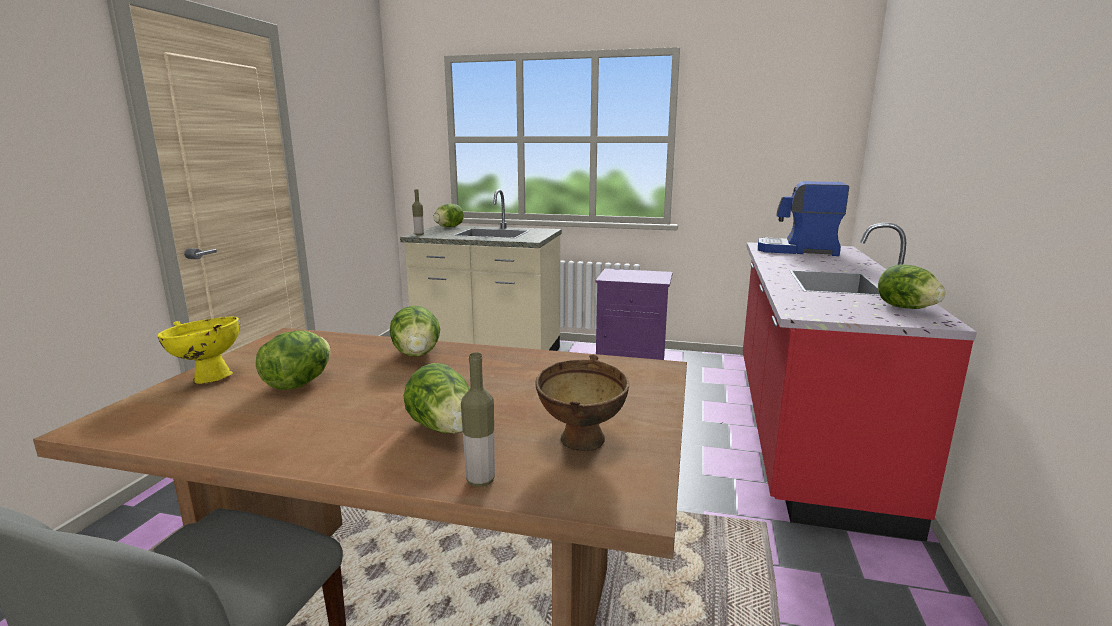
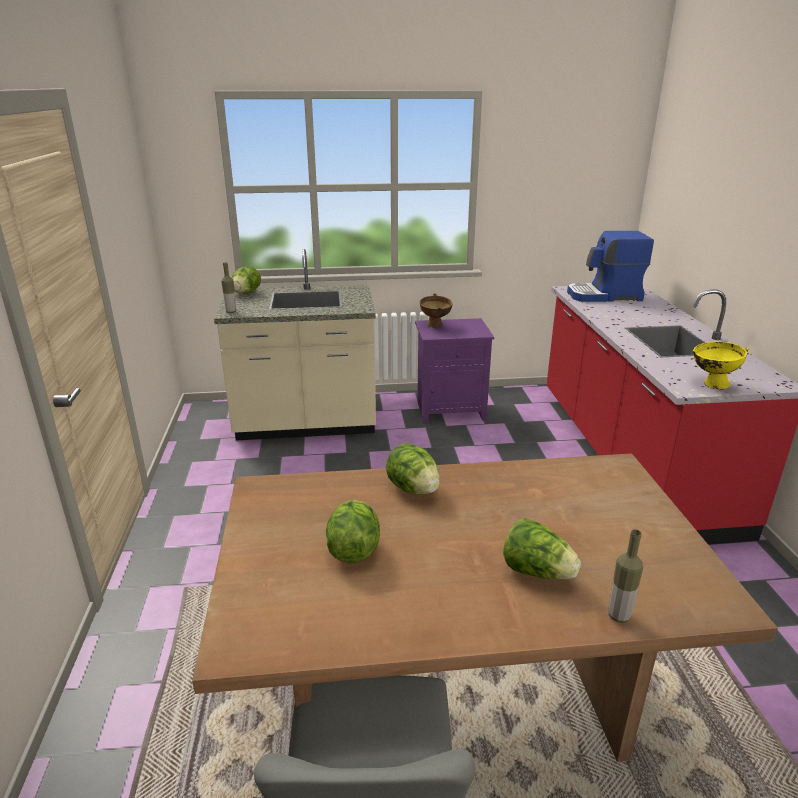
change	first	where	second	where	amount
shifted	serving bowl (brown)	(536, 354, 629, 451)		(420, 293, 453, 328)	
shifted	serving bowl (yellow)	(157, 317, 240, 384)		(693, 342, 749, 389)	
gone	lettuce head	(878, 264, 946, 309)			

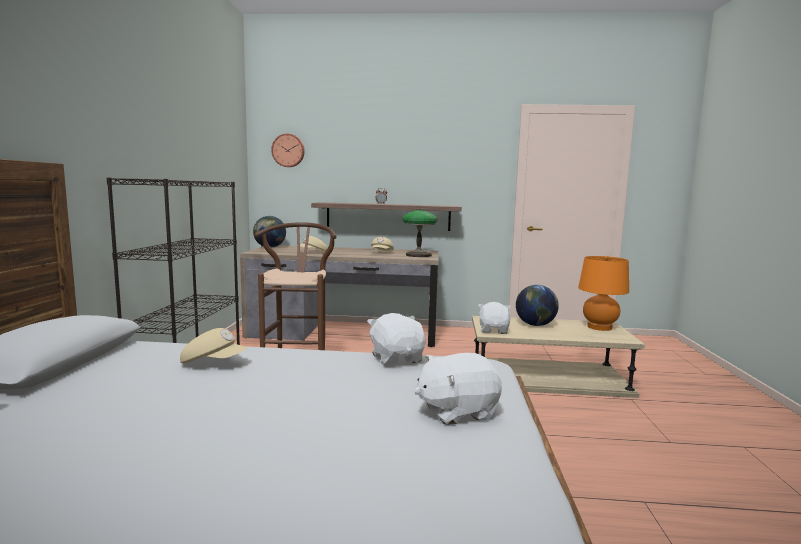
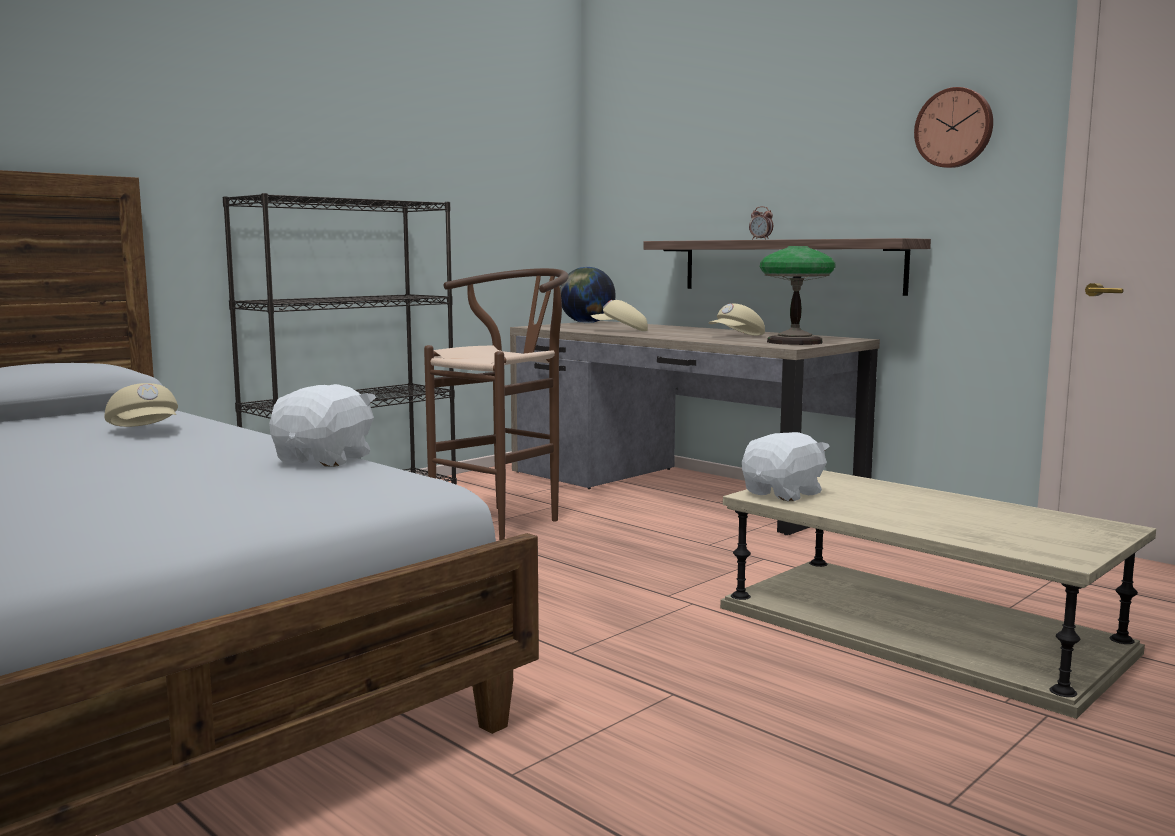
change	first	where	second	where	amount
shifted	wall clock	(271, 134, 305, 167)		(914, 87, 993, 168)	
gone	plush toy (whitish)	(414, 353, 502, 425)			
gone	world globe	(516, 285, 559, 326)			
gone	tabletop lamp (orange-coloured)	(578, 256, 629, 331)			

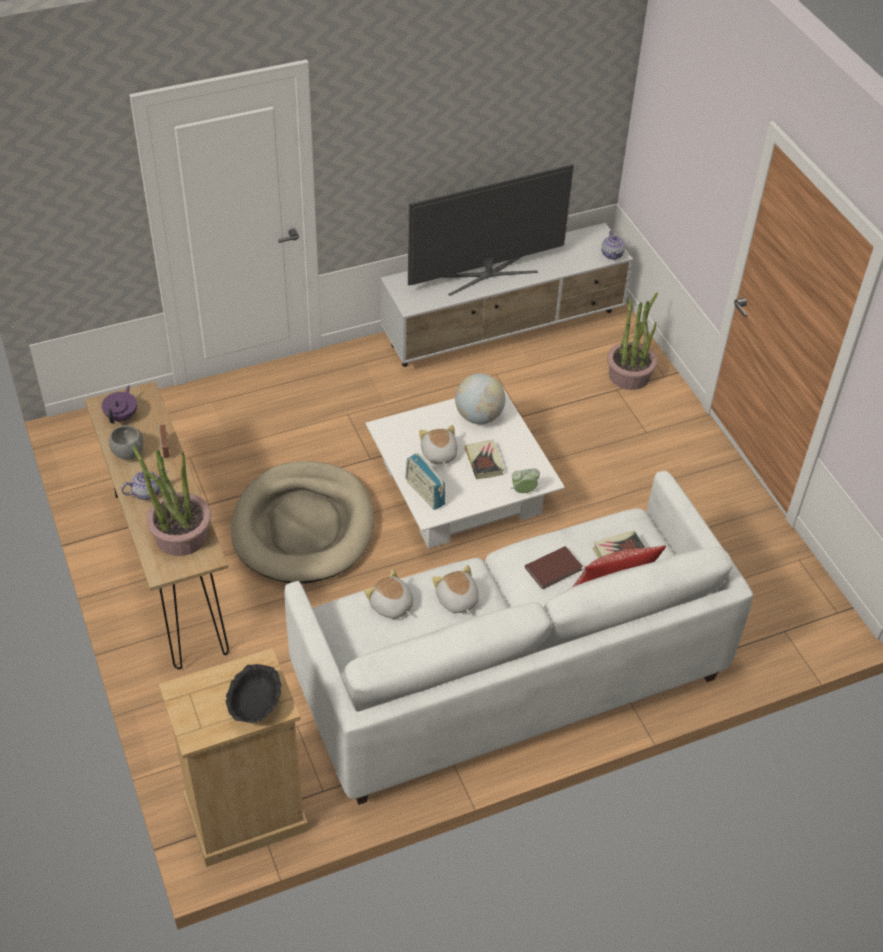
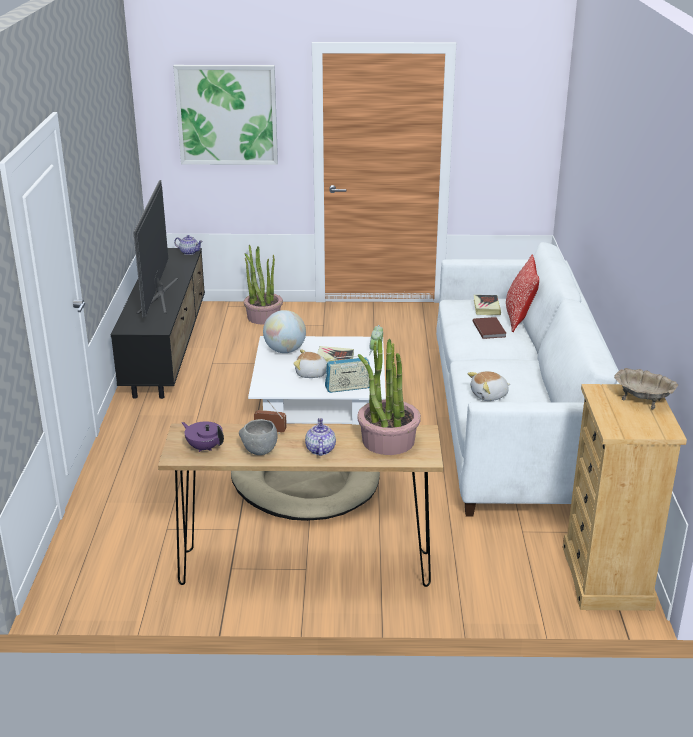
change	first	where	second	where	amount
repainted	media console (whitish)	(381, 223, 633, 367)	media console (black-coloured)	(111, 248, 205, 399)	
new			wall picture	(173, 65, 278, 165)	
repainted	serving bowl (black-coloured)	(226, 664, 282, 723)	serving bowl (beige-coloured)	(614, 368, 678, 409)	
gone	plush toy	(432, 565, 479, 615)			

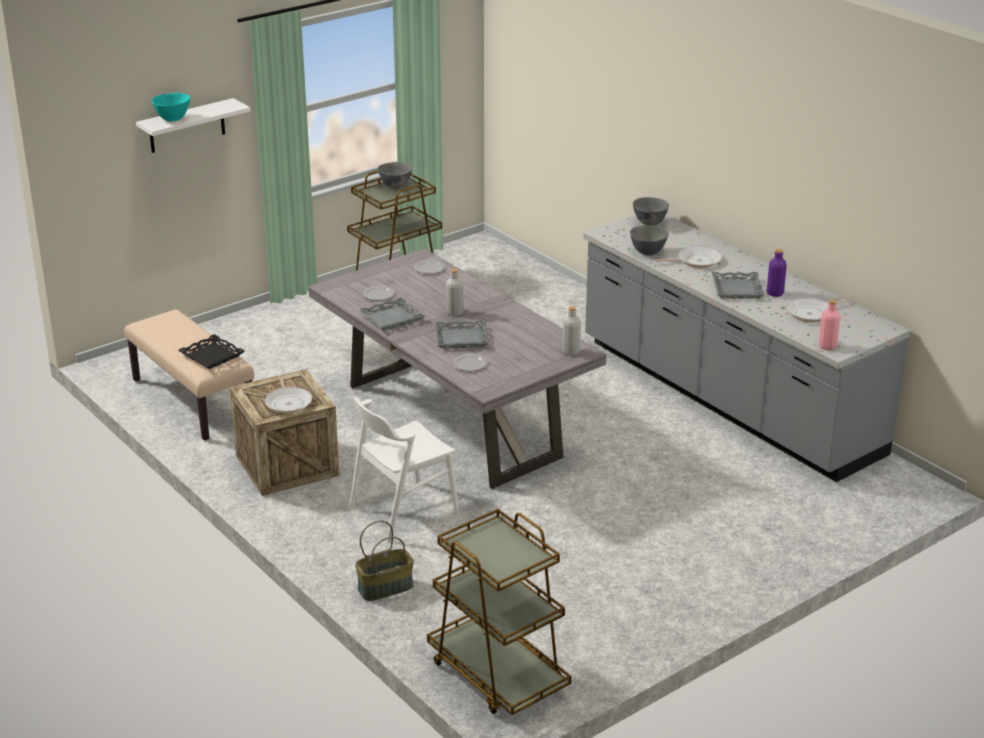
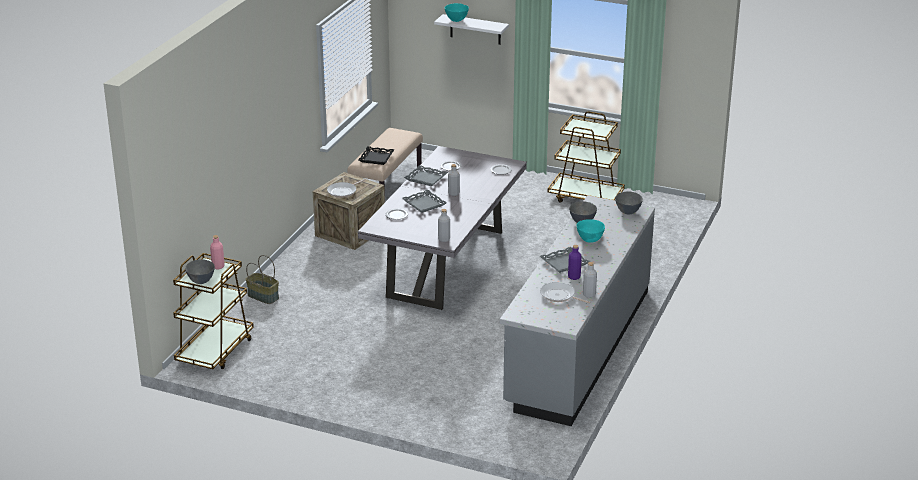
change	first	where	second	where	amount
shifted	serving bowl (greyish)	(378, 162, 412, 189)		(185, 259, 215, 284)	
shifted	beverage bottle (pinkish)	(818, 300, 840, 350)		(210, 235, 225, 269)	
swapped	frying pan	(655, 246, 722, 268)	serving bowl (turquoise-coloured)	(577, 219, 605, 243)	
new			beverage bottle (greyish)	(583, 262, 597, 298)	
gone	plain chair (whitish)	(349, 397, 459, 542)			

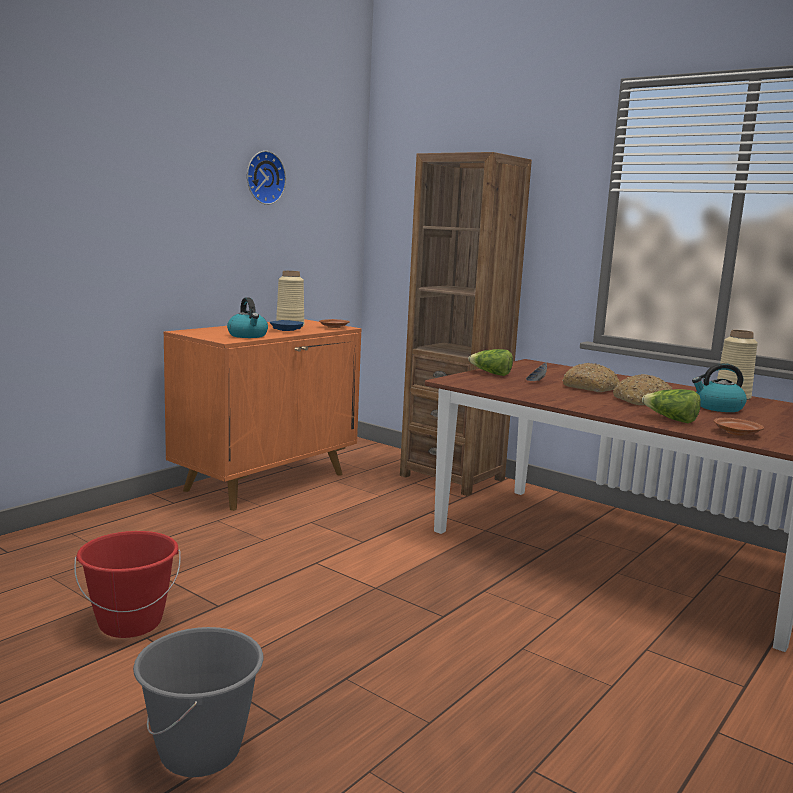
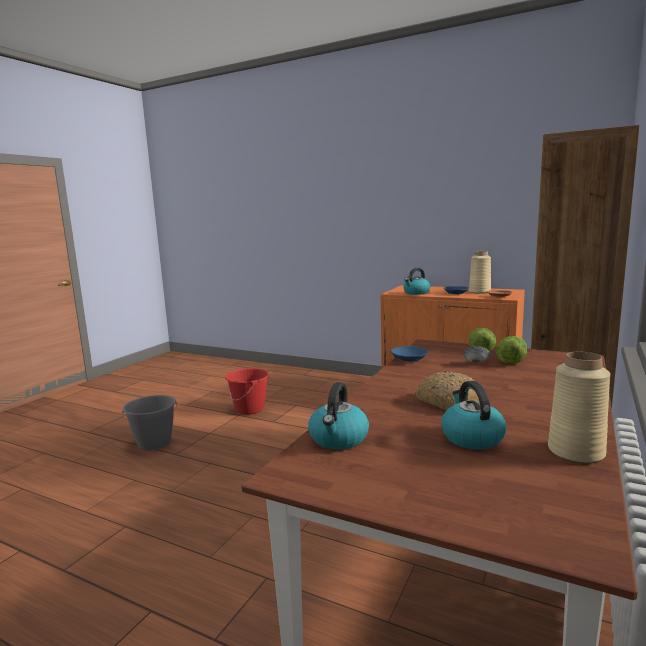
change	first	where	second	where	amount
swapped	flat dish (brown)	(714, 418, 764, 436)	kettle	(308, 382, 369, 449)	
new			serving bowl (blue-coloured)	(391, 346, 428, 362)	
shifted	lettuce head	(642, 389, 701, 423)		(496, 336, 527, 364)	
gone	wall clock	(247, 151, 286, 205)			
gone	baked bread	(562, 363, 620, 392)			

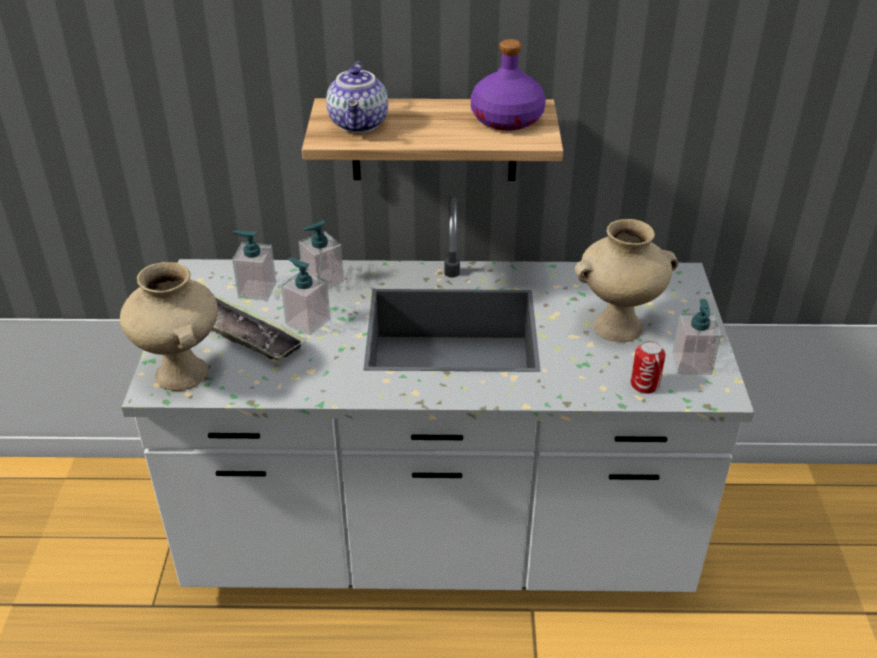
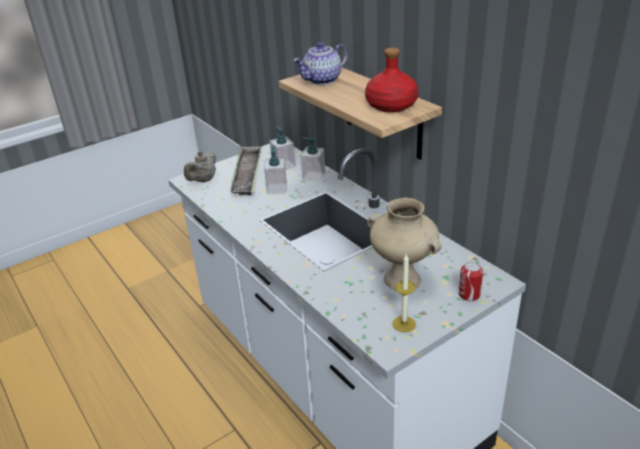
change	first	where	second	where	amount
swapped	vase (beige-coloured)	(120, 262, 218, 391)	teapot (beige-coloured)	(184, 151, 216, 183)	
repainted	beverage bottle (purple)	(471, 39, 546, 131)	beverage bottle (red)	(365, 48, 419, 112)	
swapped	liquid soap bottle	(672, 299, 721, 375)	wax candle	(392, 253, 416, 332)	
shifted	can	(631, 341, 666, 394)		(459, 262, 483, 301)	

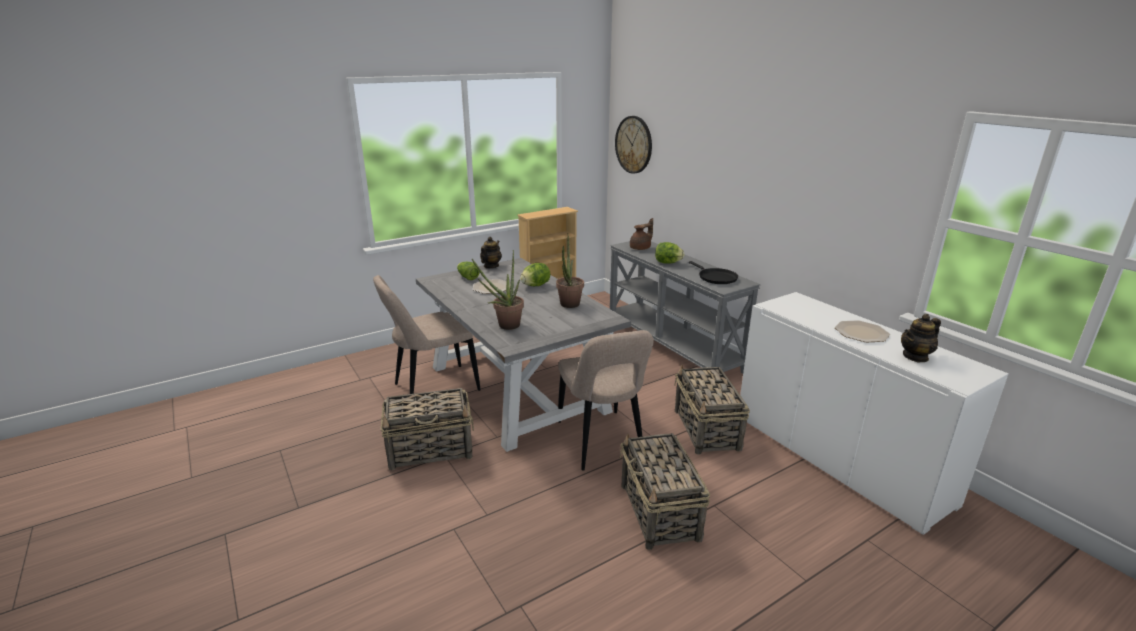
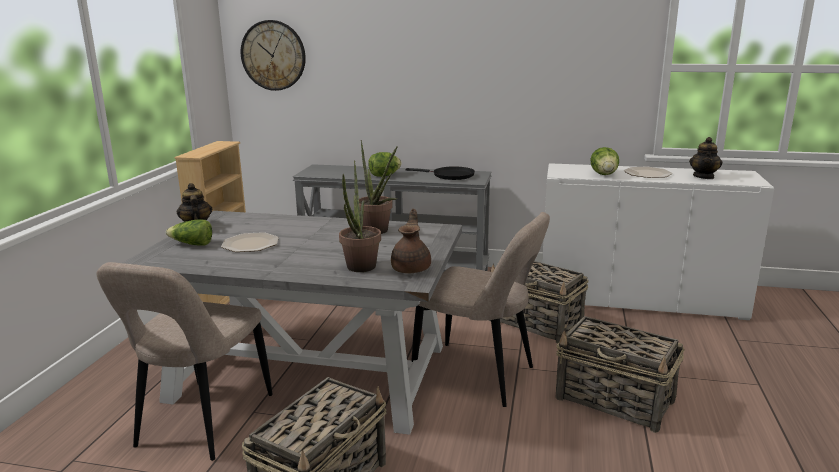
change	first	where	second	where	amount
shifted	teapot (brown)	(630, 218, 653, 250)		(391, 209, 431, 273)	
shifted	lettuce head	(520, 263, 551, 286)		(590, 147, 619, 175)	

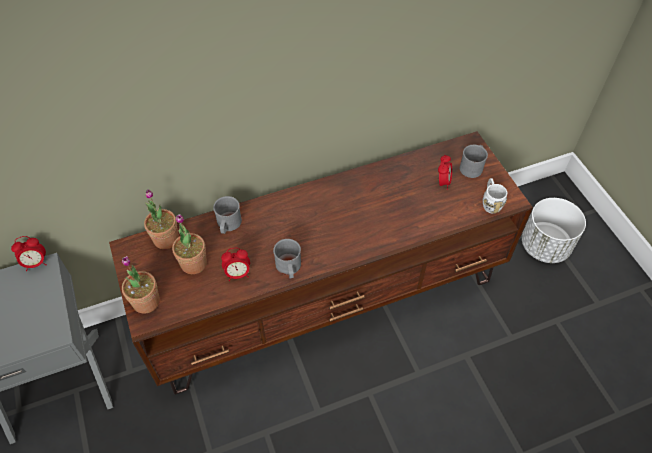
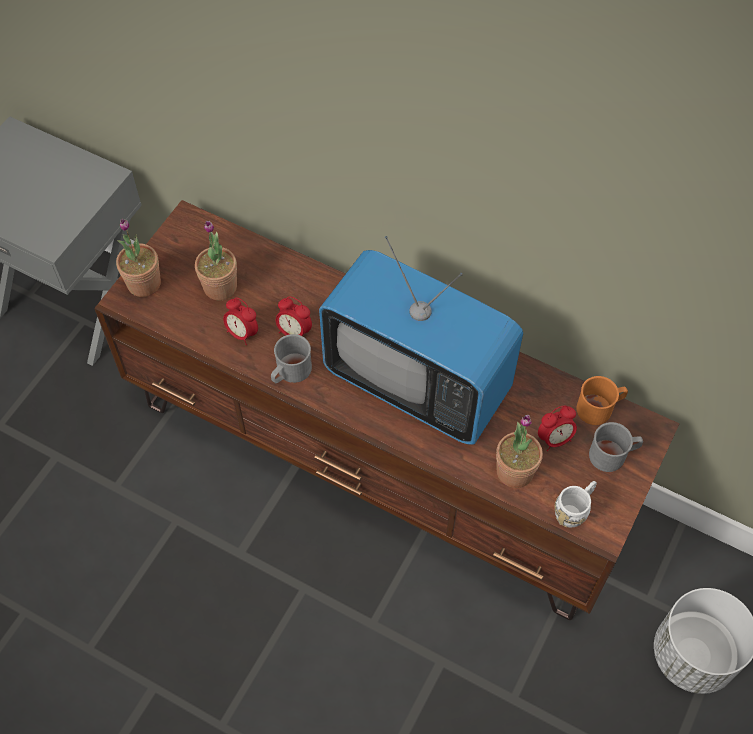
change	first	where	second	where	amount
shifted	table clock	(11, 236, 47, 271)		(276, 297, 312, 336)	
new			TV set	(319, 236, 523, 445)	
shifted	houseplant	(144, 189, 179, 249)		(496, 415, 543, 488)	
new			coffee mug (orange-coloured)	(576, 376, 628, 425)	
gone	coffee mug (greyish)	(213, 196, 242, 234)			

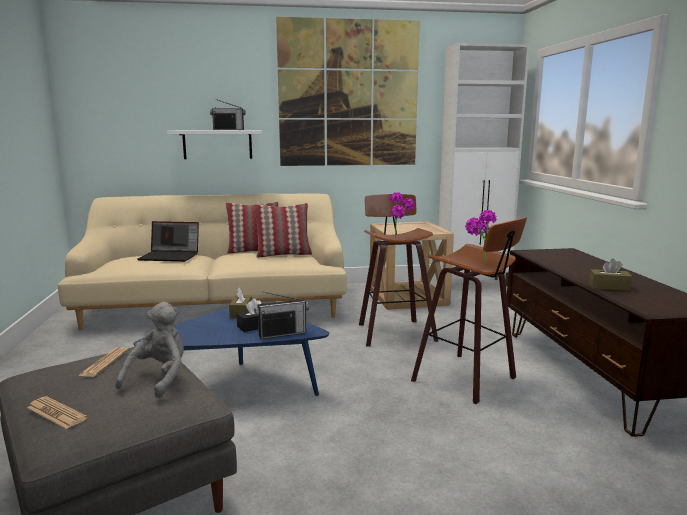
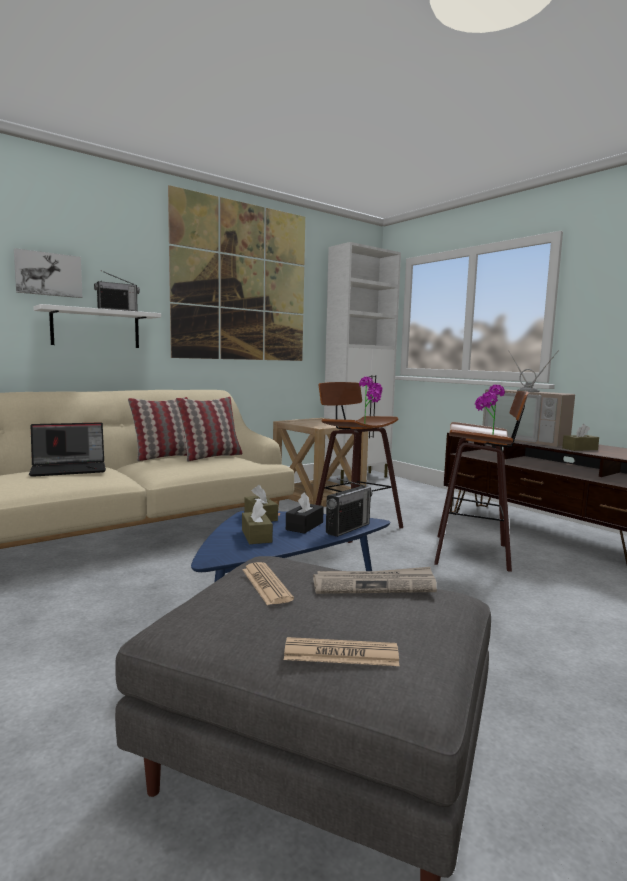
change	first	where	second	where	amount
new			wall picture	(14, 248, 83, 298)	
new			tissue box (brown)	(242, 501, 273, 544)	
swapped	plush toy (greyish)	(115, 302, 184, 398)	daily paper	(313, 567, 437, 594)	
new			TV set	(483, 350, 575, 447)	

